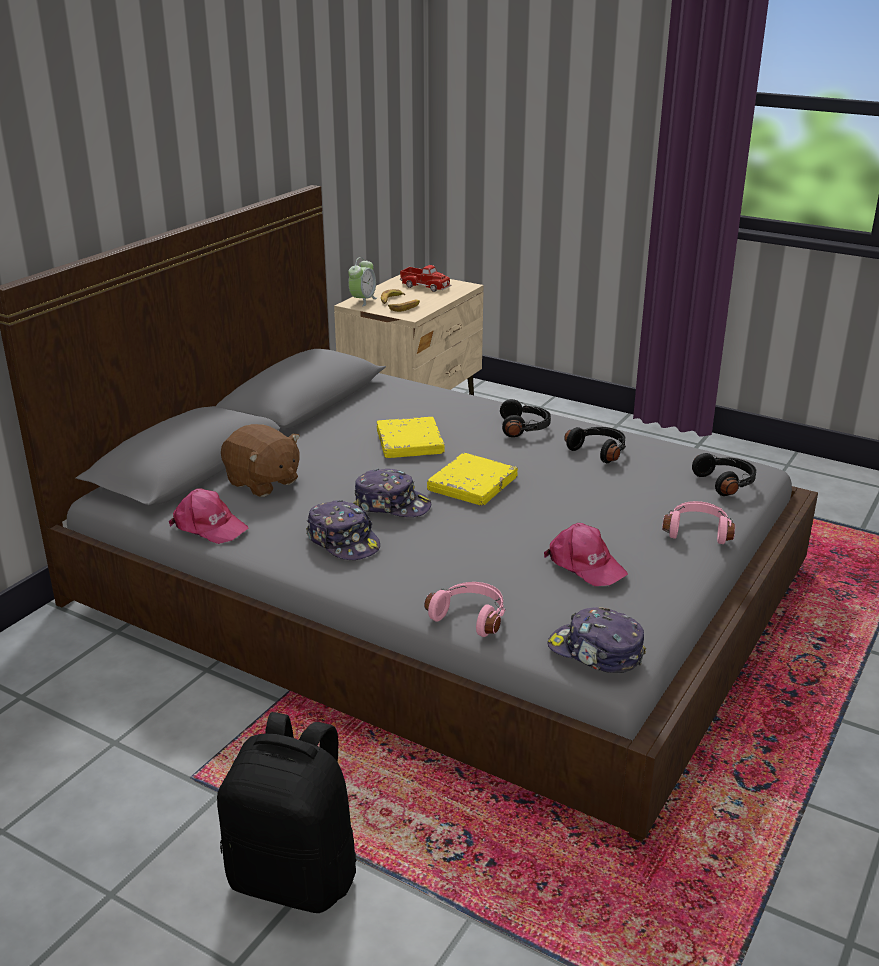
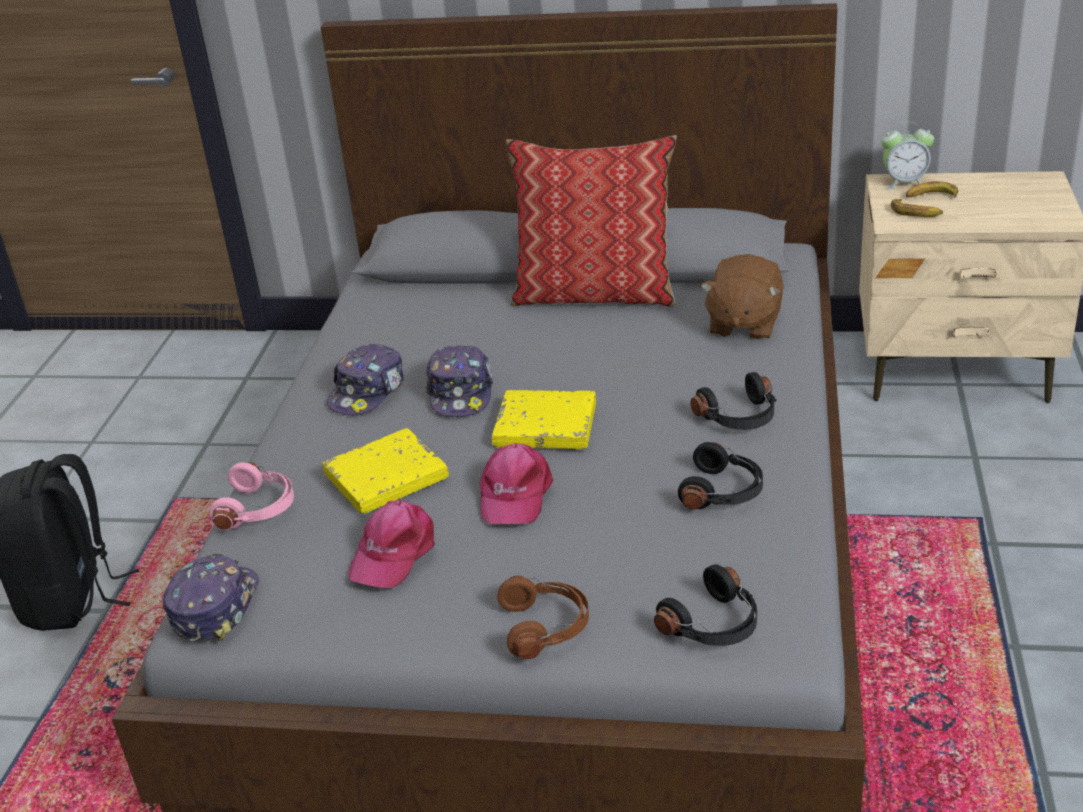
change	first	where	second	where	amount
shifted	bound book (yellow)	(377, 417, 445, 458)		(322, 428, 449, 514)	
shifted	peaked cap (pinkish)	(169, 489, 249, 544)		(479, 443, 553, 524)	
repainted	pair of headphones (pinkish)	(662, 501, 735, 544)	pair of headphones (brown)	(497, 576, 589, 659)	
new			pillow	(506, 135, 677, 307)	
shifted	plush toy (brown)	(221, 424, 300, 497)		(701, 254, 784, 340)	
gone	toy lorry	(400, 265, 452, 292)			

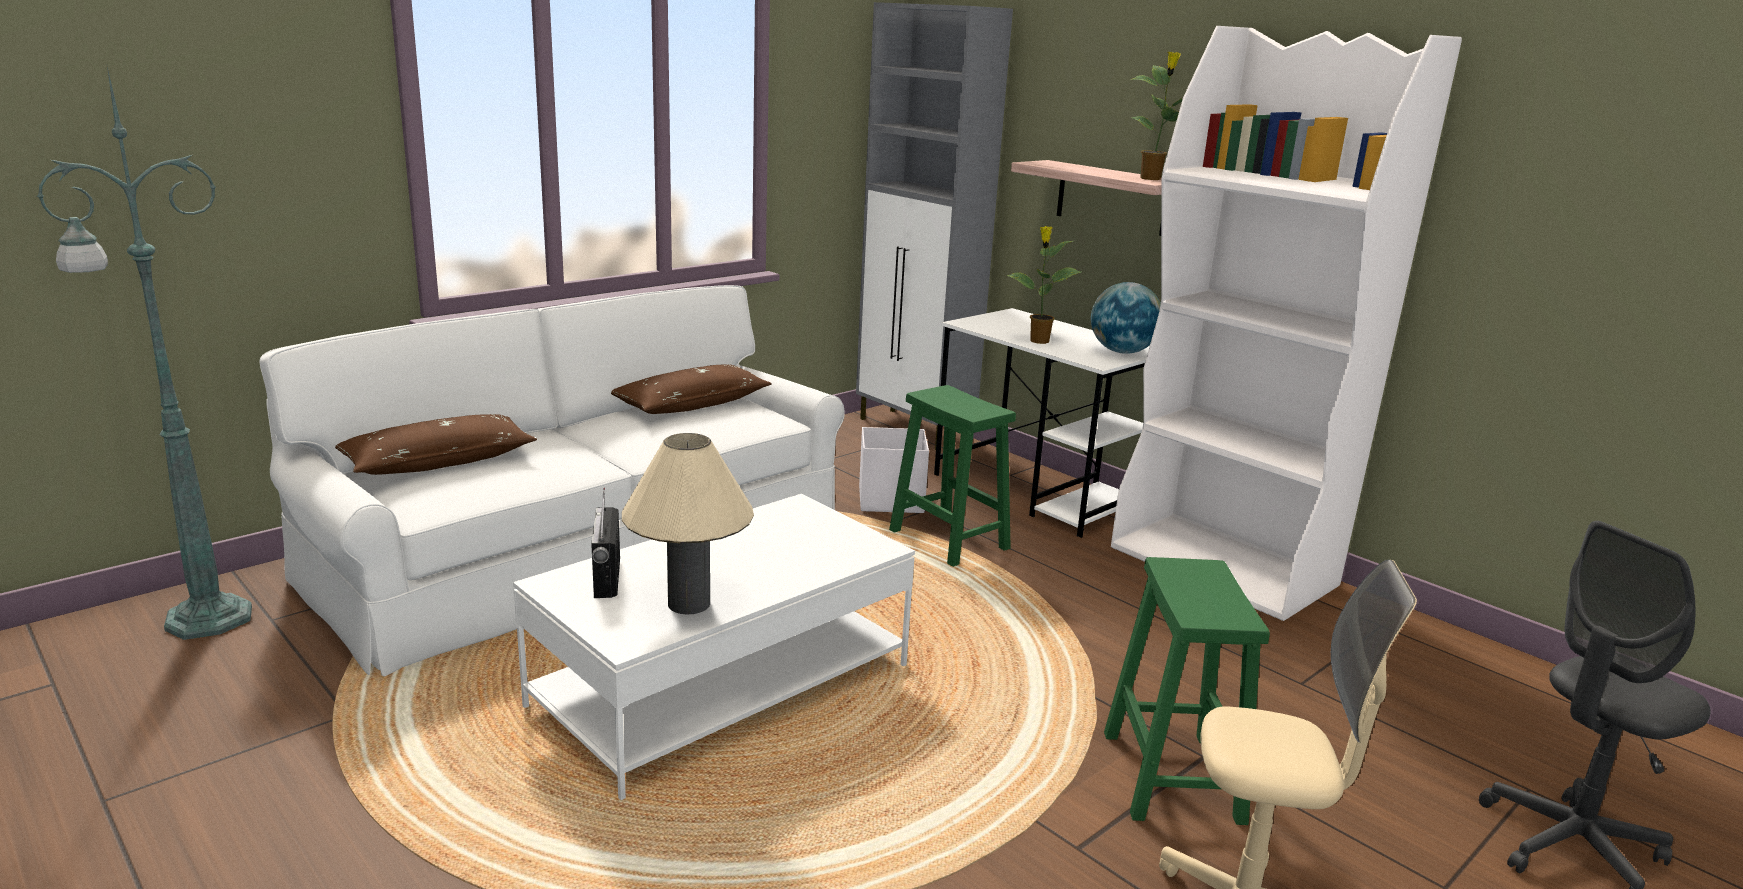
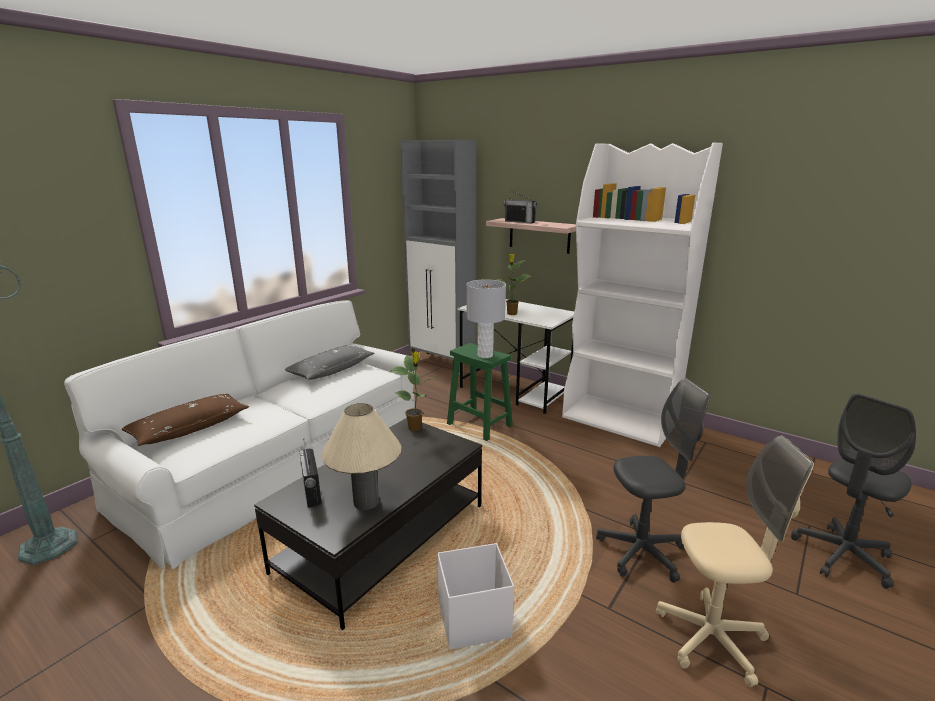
change	first	where	second	where	amount
repainted	low table (whitish)	(513, 493, 915, 800)	low table (black-coloured)	(254, 418, 482, 630)	
repainted	pillow (brown)	(611, 365, 772, 414)	pillow (greyish)	(285, 345, 374, 380)	
shifted	houseplant	(1131, 52, 1183, 180)		(390, 351, 434, 431)	
shifted	storage box (whitish)	(859, 427, 929, 513)		(437, 543, 514, 650)	
new			tabletop lamp (greyish)	(466, 279, 506, 358)	
new			radio	(504, 190, 537, 223)	
swapped	stool seat (green-coloured)	(1104, 557, 1270, 825)	computer chair (greyish)	(596, 378, 710, 583)	
gone	world globe	(1091, 282, 1161, 354)			

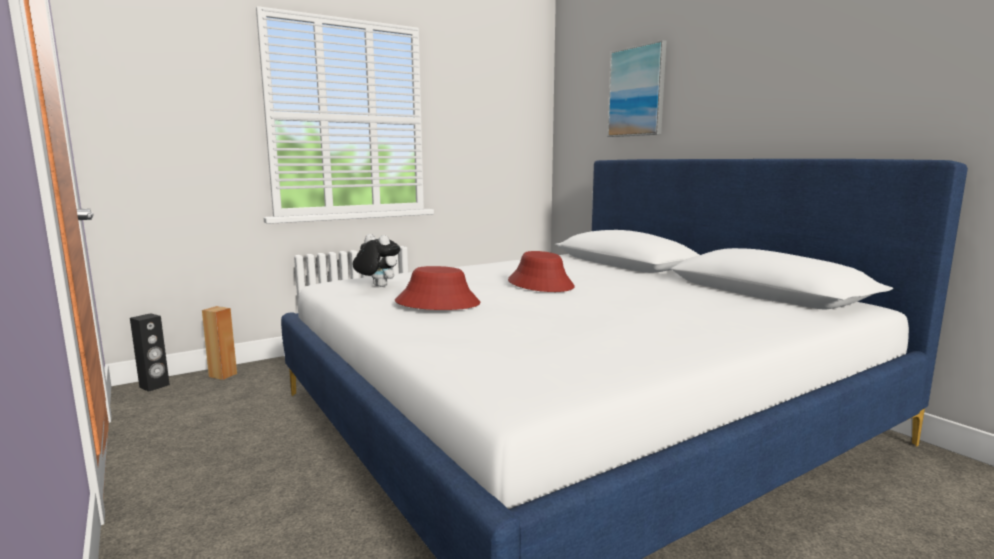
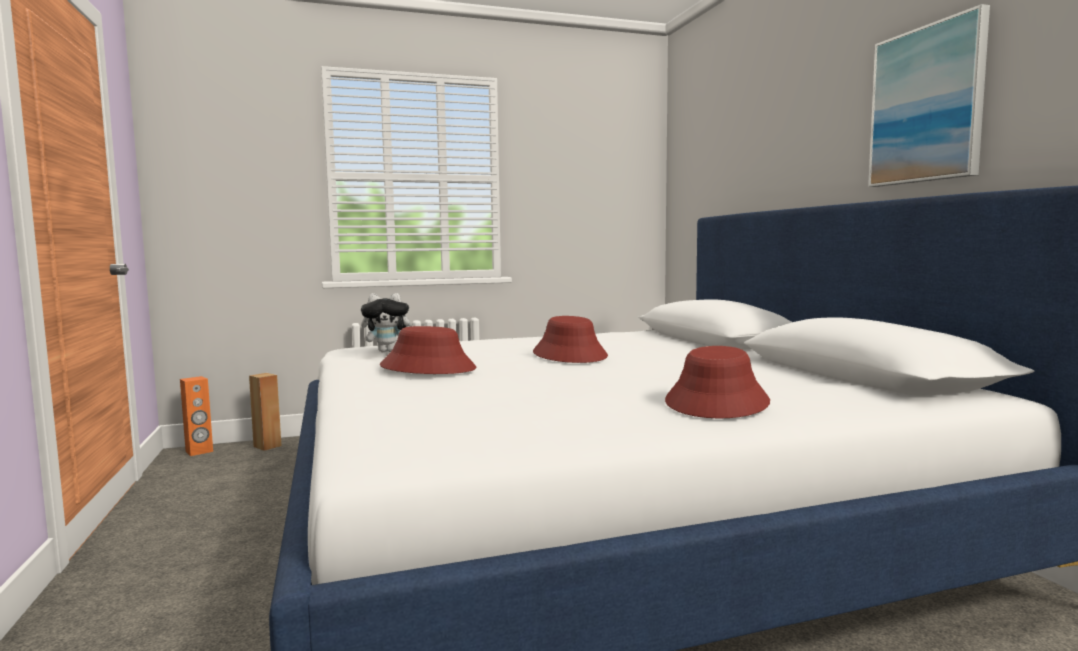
change	first	where	second	where	amount
repainted	loudspeaker (black-coloured)	(130, 313, 170, 392)	loudspeaker (orange-coloured)	(180, 376, 213, 456)	
rotated	plush toy	(353, 234, 400, 287)		(361, 293, 410, 352)	120 degrees clockwise
new			clothing hat (red)	(665, 346, 770, 418)	
shifted	wall picture	(607, 40, 667, 137)		(868, 4, 990, 187)	

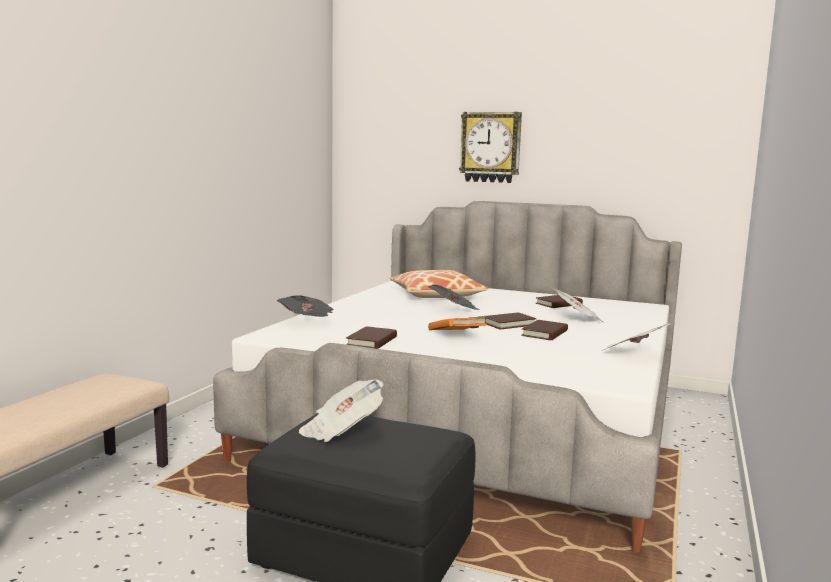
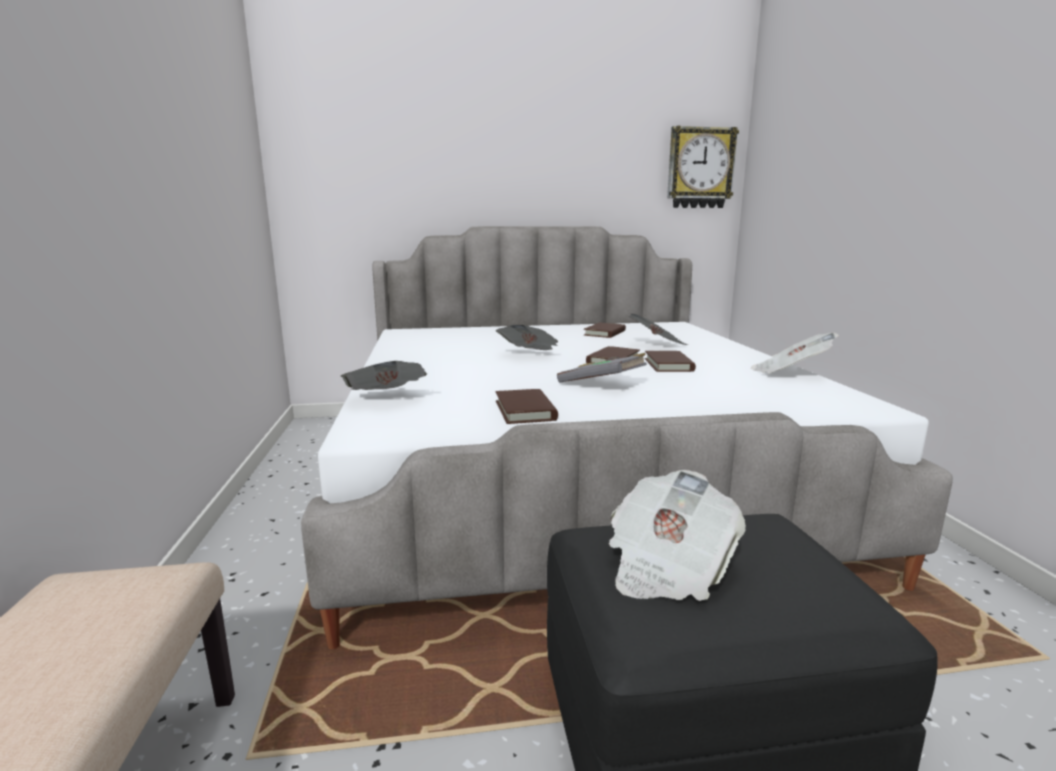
change	first	where	second	where	amount
repainted	bound book (orange-coloured)	(428, 316, 486, 330)	bound book (greyish)	(557, 353, 647, 383)	
shifted	wall clock	(459, 112, 522, 183)		(667, 126, 739, 208)	
gone	pillow	(390, 270, 489, 298)			

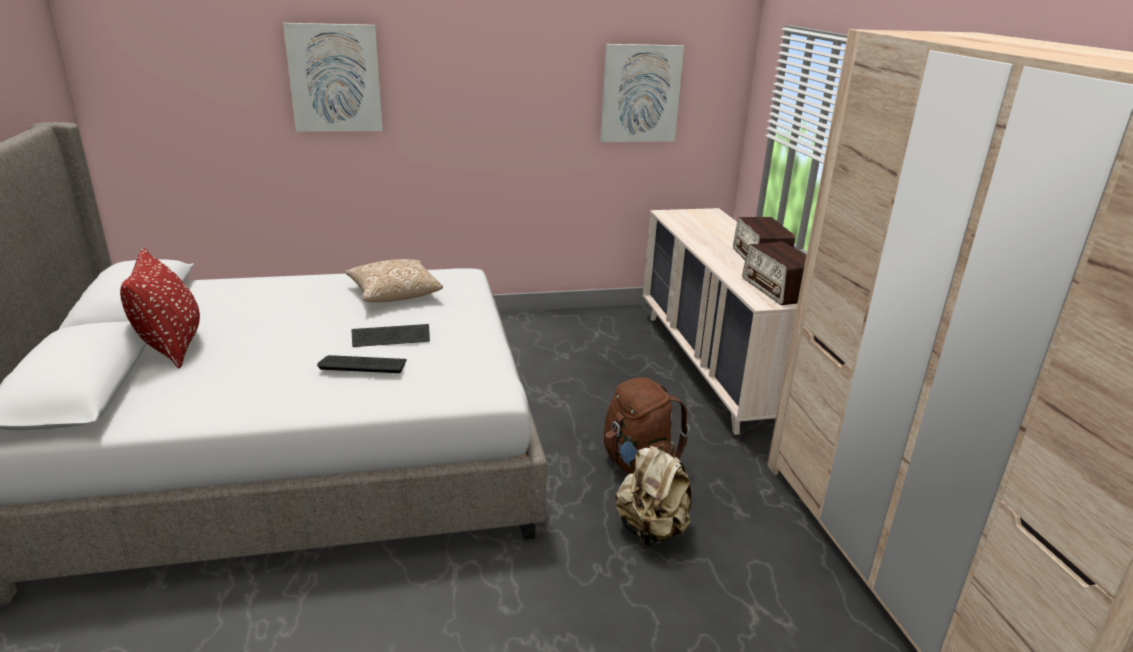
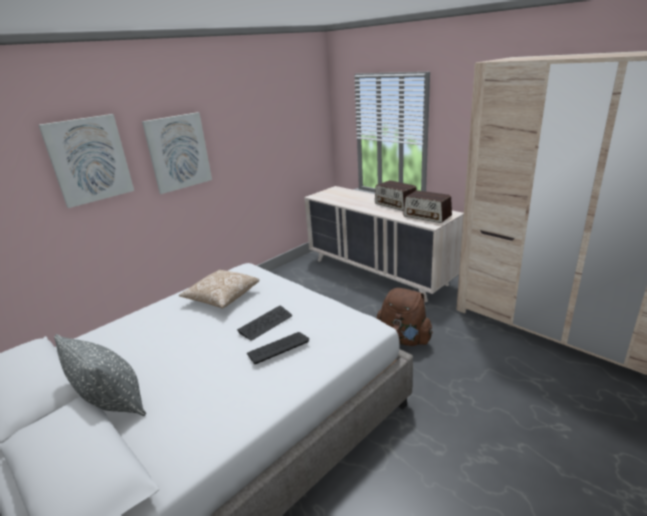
change	first	where	second	where	amount
repainted	pillow (red)	(120, 248, 200, 368)	pillow (greyish)	(54, 334, 146, 416)	
shifted	wall picture	(601, 44, 684, 142)		(142, 112, 212, 194)	
gone	knapsack (beige-coloured)	(616, 442, 692, 546)			

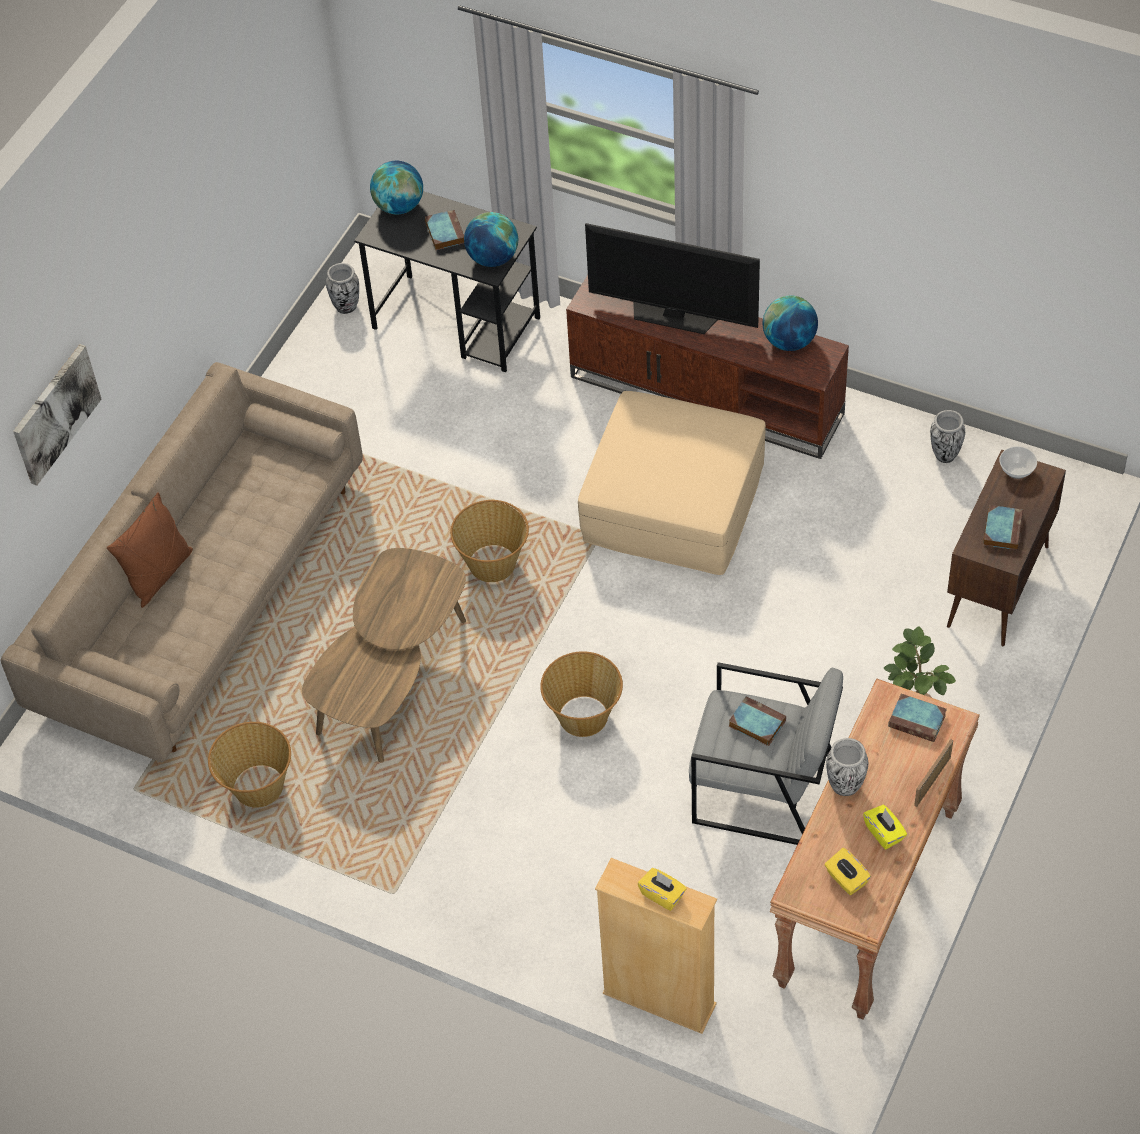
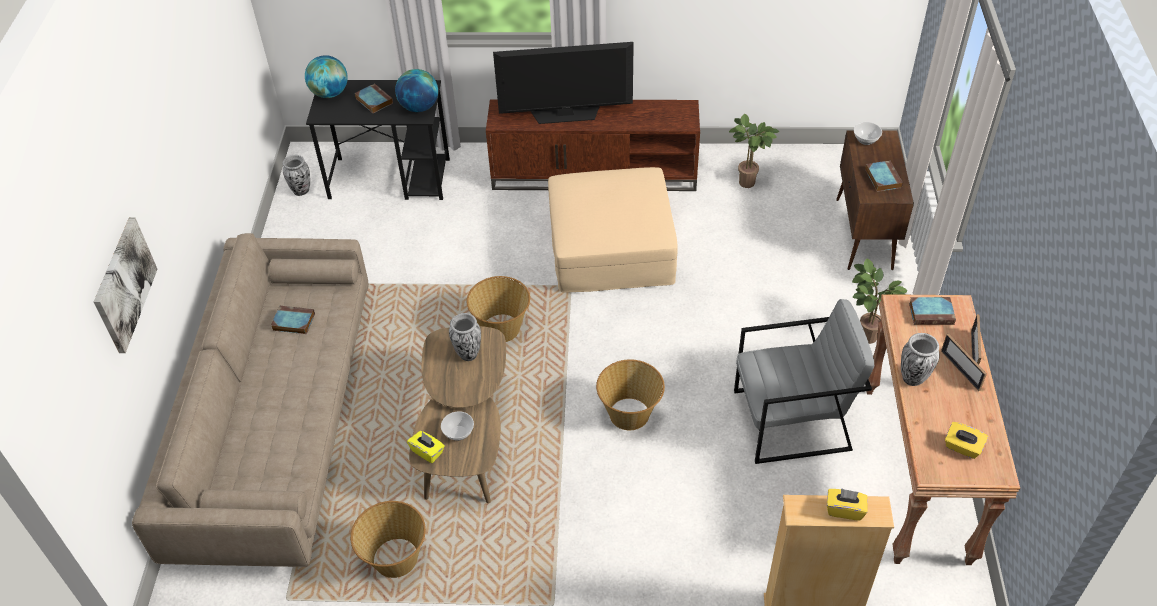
change	first	where	second	where	amount
shifted	bound book	(729, 696, 786, 746)		(271, 306, 315, 334)	
shifted	tissue box (yellow)	(863, 805, 907, 849)		(407, 431, 445, 463)	
new			serving bowl	(441, 411, 474, 441)	
shifted	vase	(930, 410, 965, 463)		(449, 313, 481, 361)	
new			houseplant	(729, 114, 779, 188)	
new			standing frame	(941, 333, 987, 391)	
gone	pillow (brown)	(107, 492, 193, 608)			
gone	world globe	(763, 295, 818, 351)			

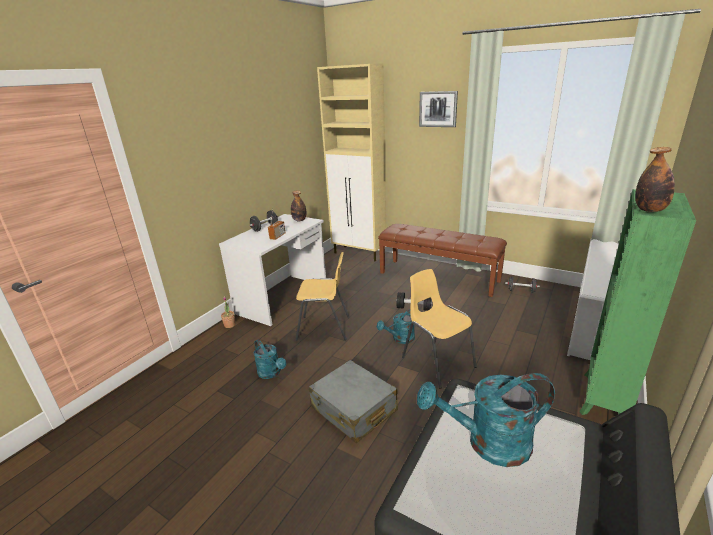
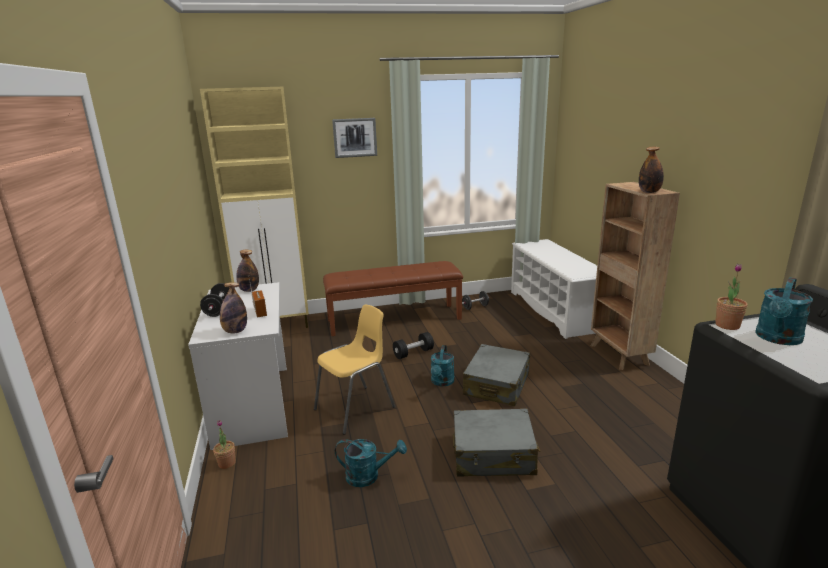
change	first	where	second	where	amount
new			beverage bottle	(220, 282, 247, 334)	
swapped	plain chair (yellow)	(402, 269, 477, 389)	travel case (greyish)	(463, 344, 530, 406)	
repainted	bookcase (green-coloured)	(579, 189, 696, 415)	bookcase (brown)	(591, 182, 680, 370)	
new			houseplant	(715, 263, 748, 330)	

